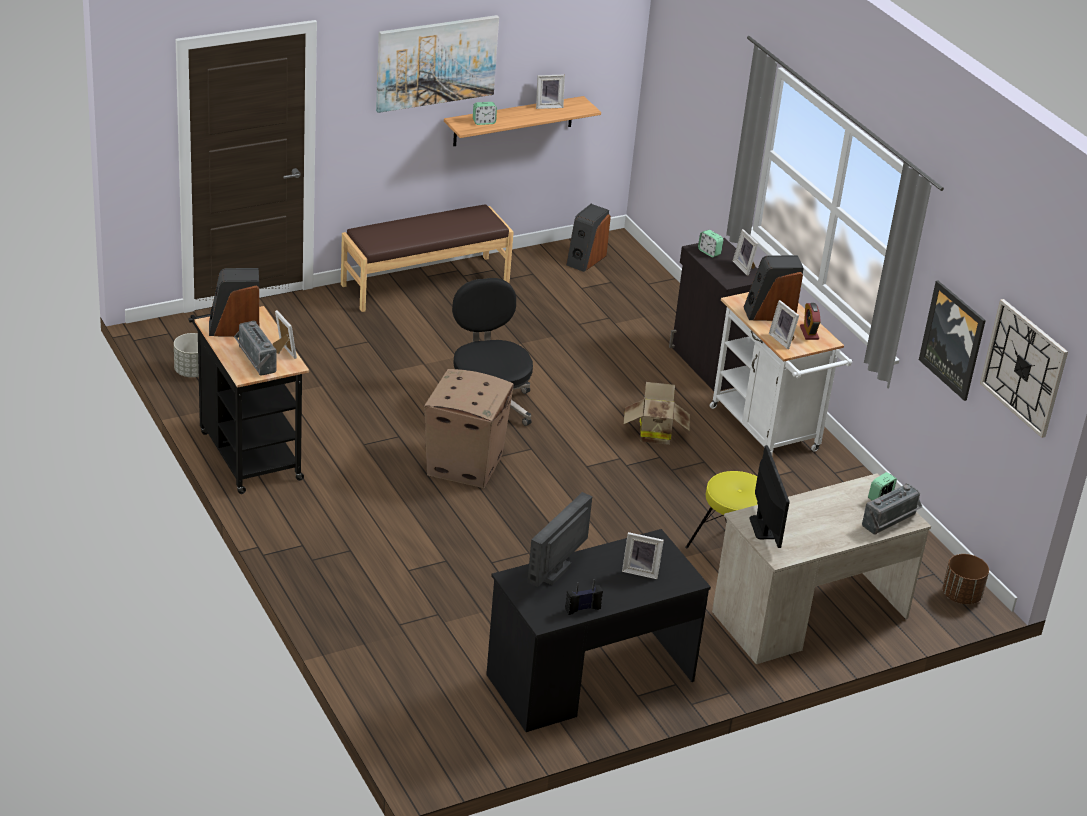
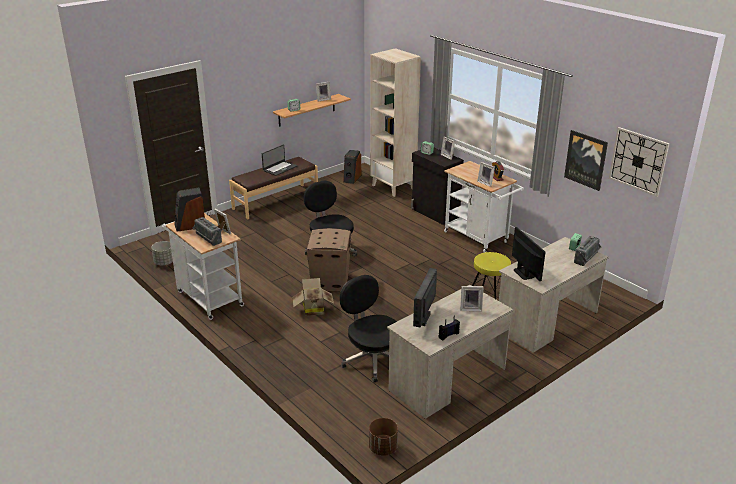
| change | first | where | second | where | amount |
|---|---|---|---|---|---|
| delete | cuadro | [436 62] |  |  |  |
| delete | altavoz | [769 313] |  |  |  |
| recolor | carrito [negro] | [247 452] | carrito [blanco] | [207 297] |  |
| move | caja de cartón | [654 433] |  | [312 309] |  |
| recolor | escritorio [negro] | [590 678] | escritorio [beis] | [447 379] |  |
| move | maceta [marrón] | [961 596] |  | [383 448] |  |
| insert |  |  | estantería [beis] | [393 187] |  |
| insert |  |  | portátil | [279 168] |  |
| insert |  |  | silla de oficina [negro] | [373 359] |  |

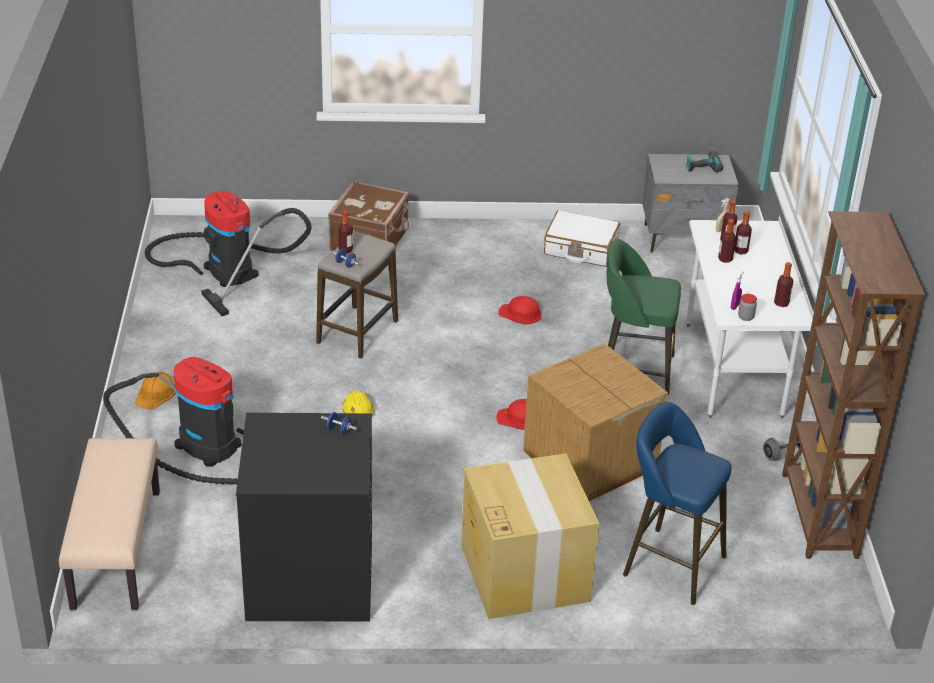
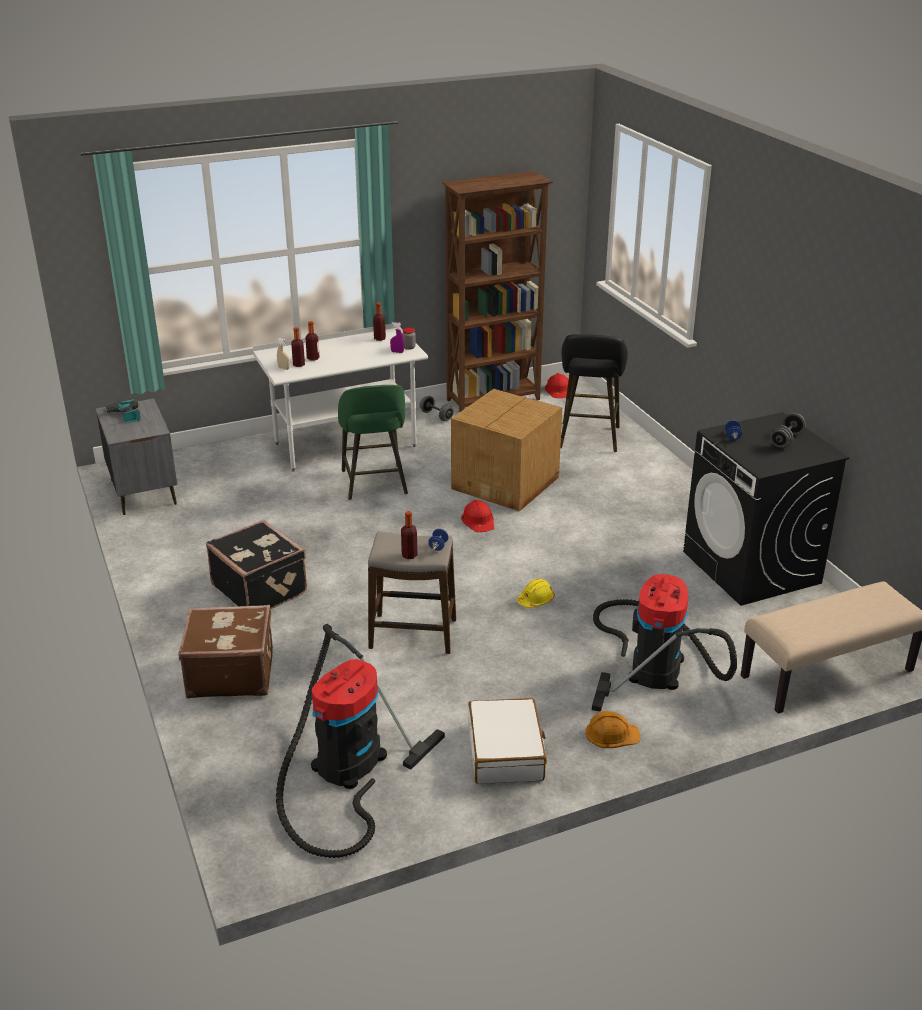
| change | first | where | second | where | amount |
|---|---|---|---|---|---|
| move | maleta [blanco] | [580 248] |  | [506 752] |  |
| delete | botella | [725 259] |  |  |  |
| move | casco [rojo] | [520 313] |  | [558 390] |  |
| recolor | taburete [azul] | [668 563] | taburete [negro] | [589 439] |  |
| delete | caja de cartón | [524 572] |  |  |  |
| insert |  |  | mancuerna [gris] | [786 440] |  |
| insert |  |  | maleta [negro] | [260 588] |  |

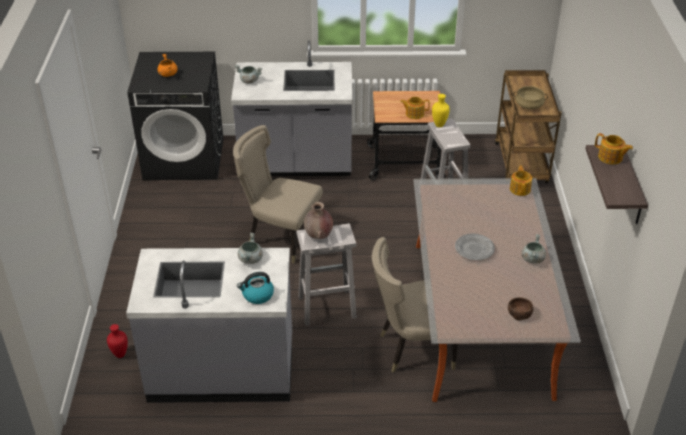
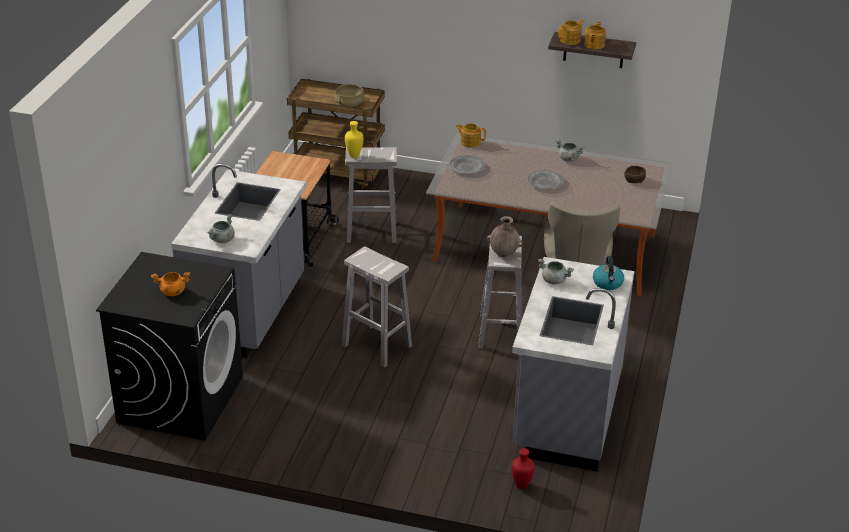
| change | first | where | second | where | amount |
|---|---|---|---|---|---|
| move | tetera | [414 114] |  | [594 45] |  |
| replace | silla [beis] | [280 237] | taburete [blanco] | [375 345] |  |
| insert |  |  | plato [gris] | [467 167] |  |

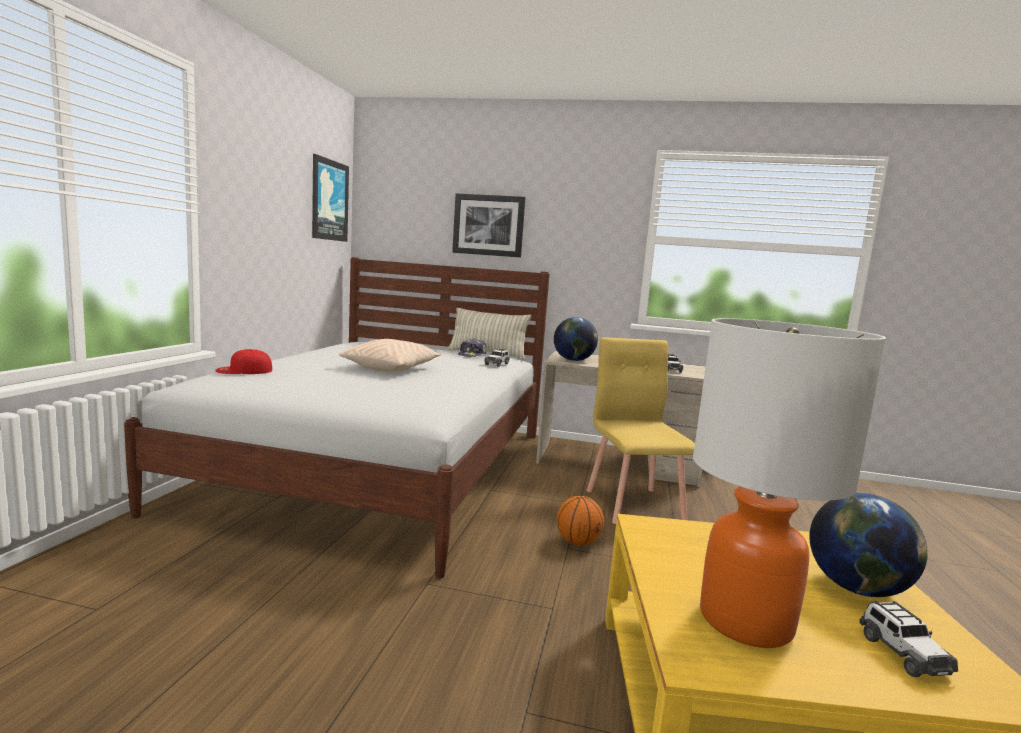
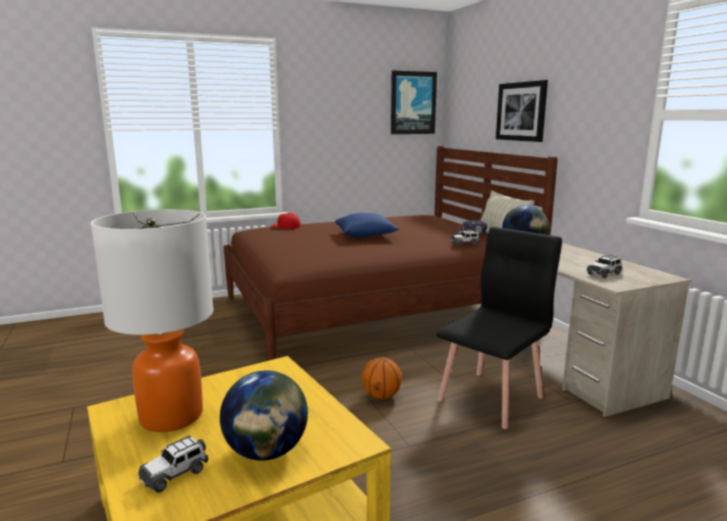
| change | first | where | second | where | amount |
|---|---|---|---|---|---|
| recolor | cama [blanco] | [381 467] | cama [marrón] | [373 310] |  |
| recolor | silla [amarillo] | [634 505] | silla [negro] | [492 398] |  |
| recolor | cojín [beis] | [391 368] | cojín [azul] | [366 235] |  |

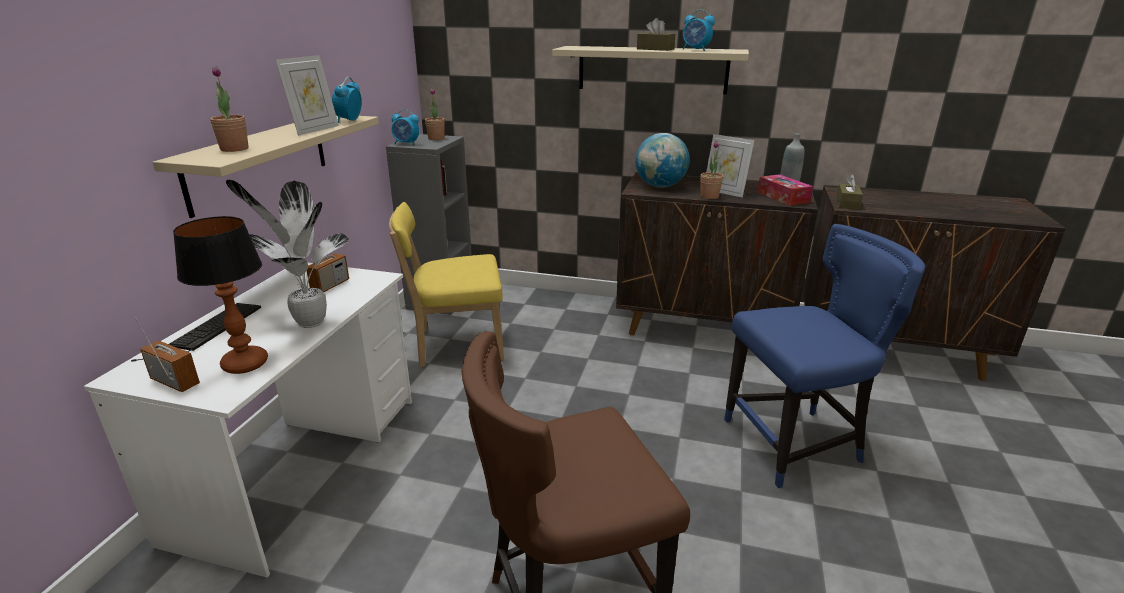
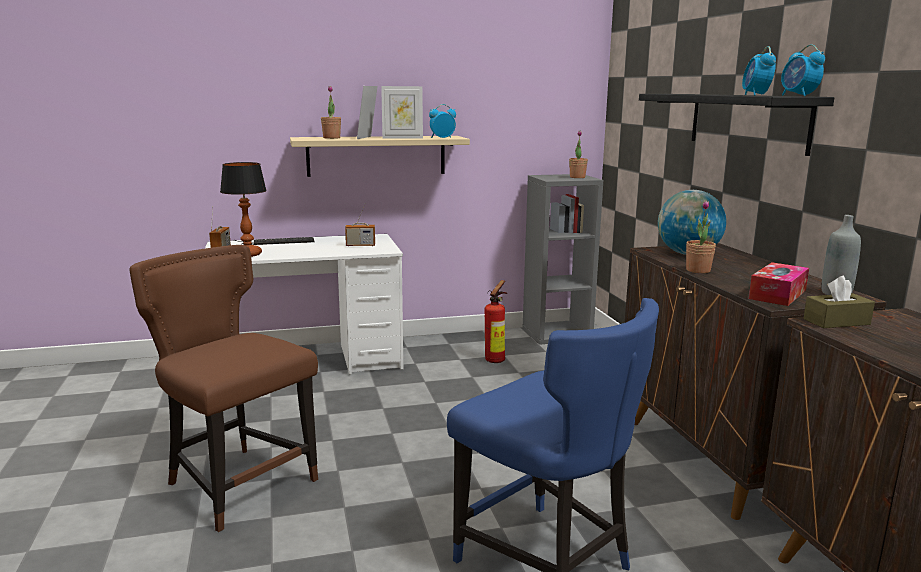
| change | first | where | second | where | amount |
|---|---|---|---|---|---|
| delete | caja de pañuelos [marrón] | [655 49] |  |  |  |
| recolor | estante [beis] | [652 69] | estante [negro] | [747 121] |  |
| move | despertador | [406 144] |  | [798 96] |  |
| move | portarretratos | [724 192] |  | [368 138] |  |
| delete | planta en maceta | [308 323] |  |  |  |
| replace | silla [amarillo] | [455 345] | extintor | [496 359] |  |

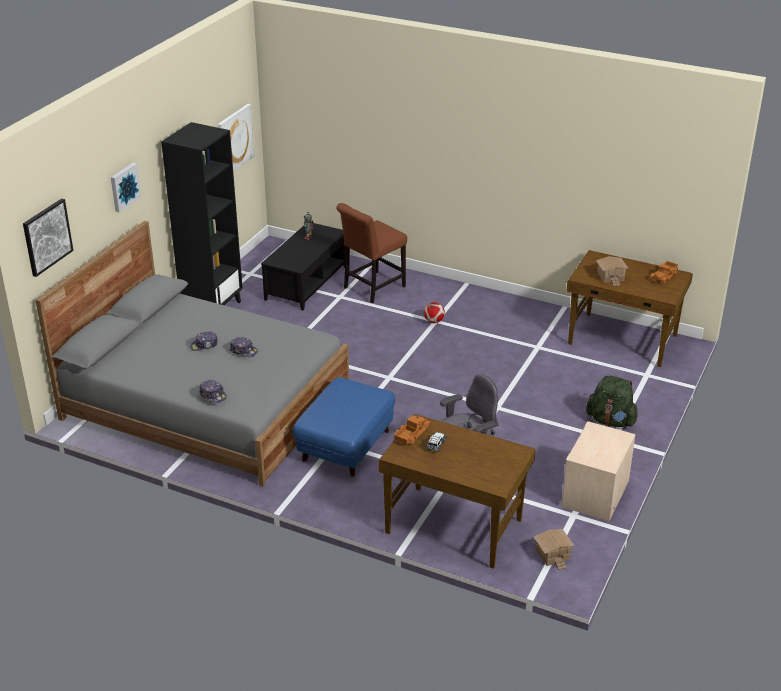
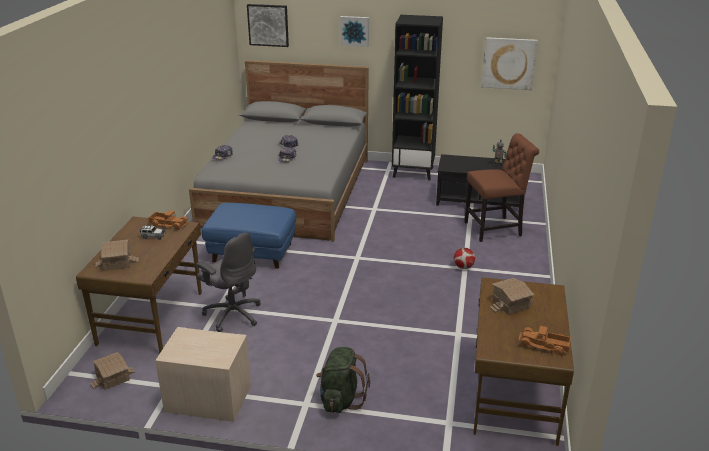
| change | first | where | second | where | amount |
|---|---|---|---|---|---|
| rotate | silla [marrón] | [371 288] |  | [496 229] | 135 degrees clockwise |
| insert |  |  | casita | [117 262] |  |

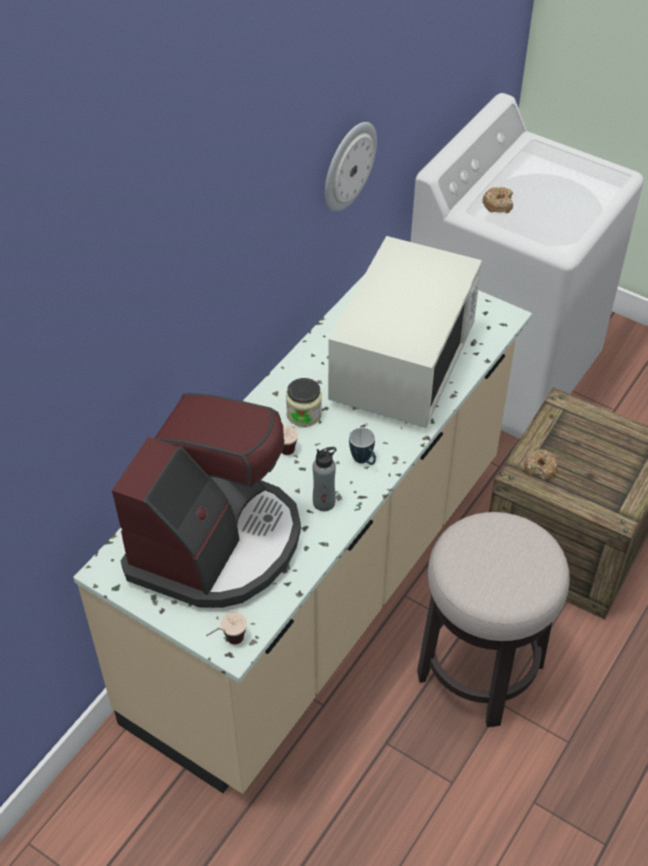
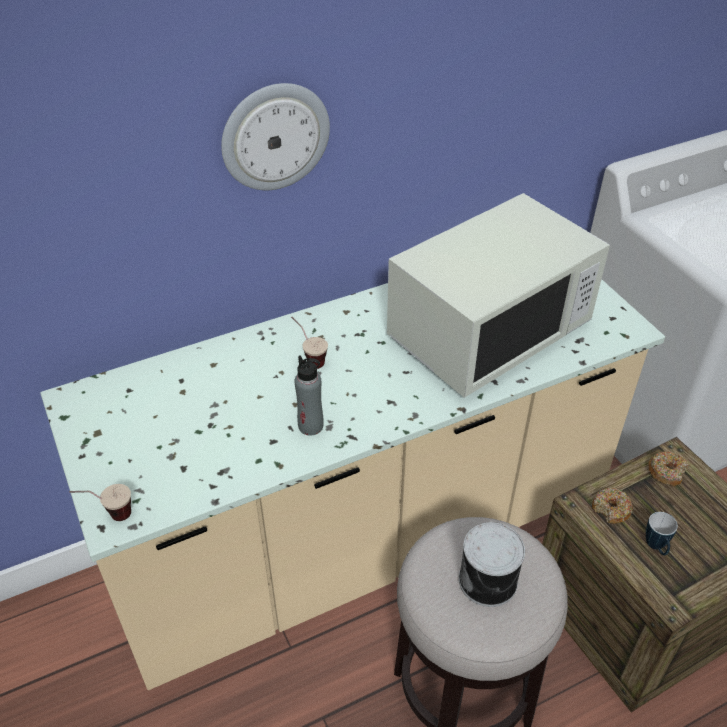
| change | first | where | second | where | amount |
|---|---|---|---|---|---|
| move | reloj de pared | [348 166] |  | [275 136] |  |
| move | rosquilla | [498 204] |  | [666 472] |  |
| delete | tarro | [304 414] |  |  |  |
| delete | cafetera | [216 542] |  |  |  |
| move | taza grande | [364 461] |  | [656 548] |  |
| insert |  |  | lata | [489 580] |  |

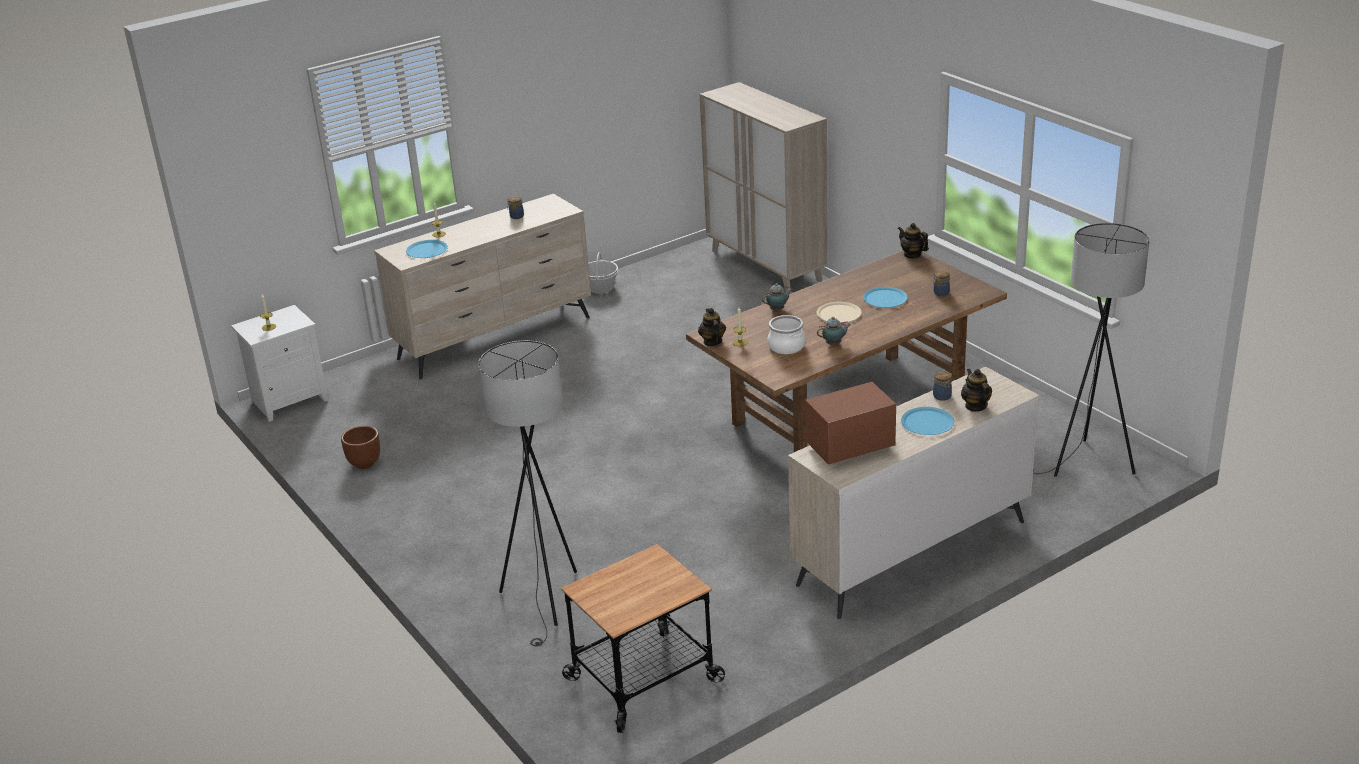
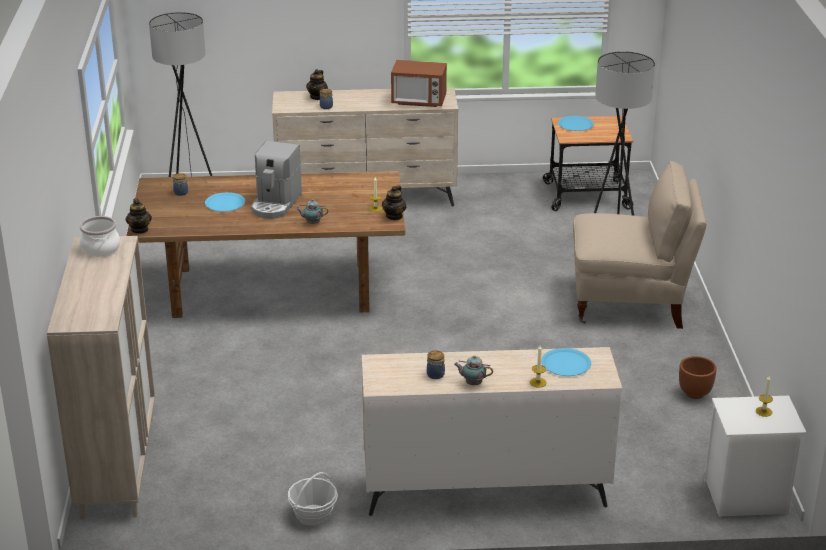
| change | first | where | second | where | amount |
|---|---|---|---|---|---|
| replace | plato [beis] | [838 314] | cafetera | [275 204] |  |
| move | olla | [786 346] |  | [101 248] |  |
| move | tetera | [834 344] |  | [472 383] |  |
| move | plato [azul] | [927 422] |  | [575 124] |  |
| insert |  |  | silla [beis] | [630 303] |  |

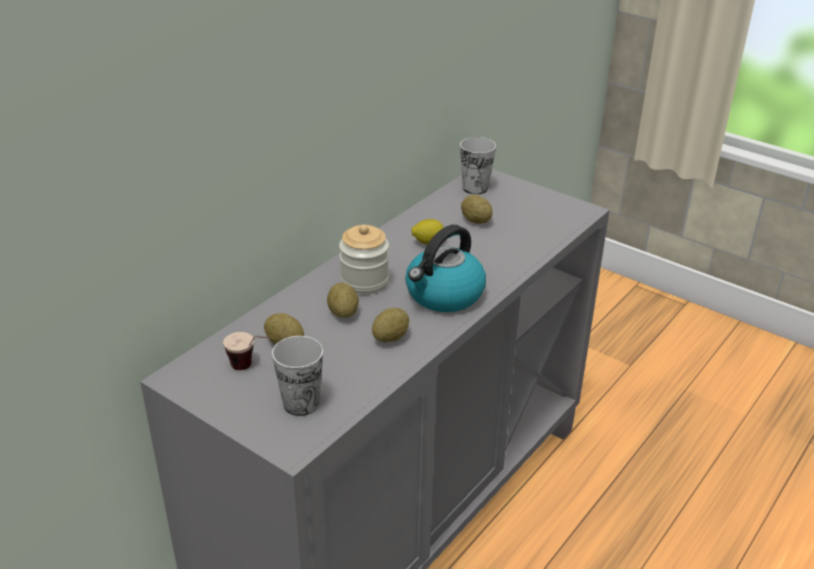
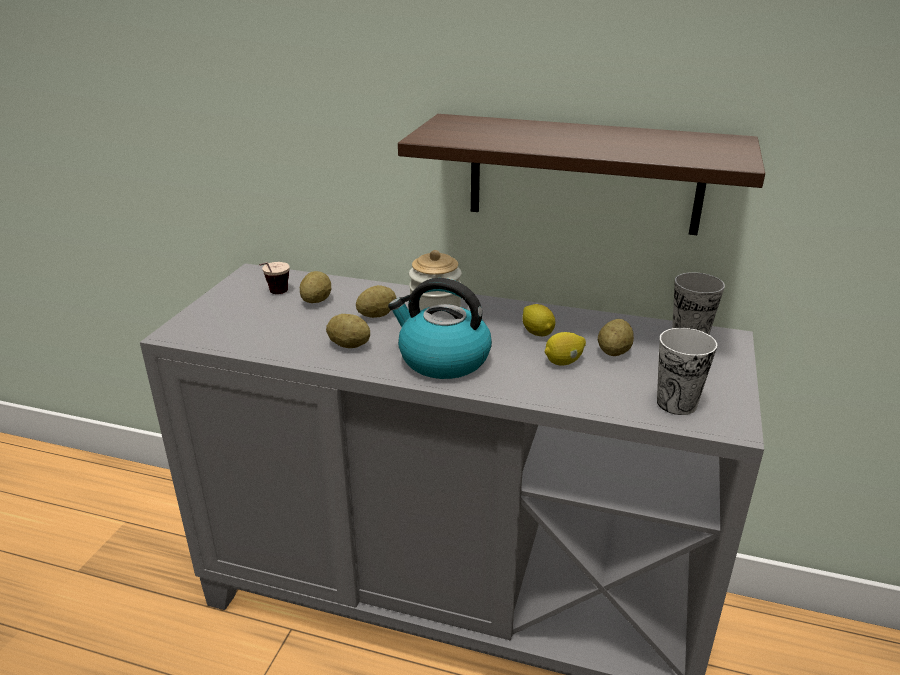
| change | first | where | second | where | amount |
|---|---|---|---|---|---|
| move | taza | [301 403] |  | [676 403] |  |
| insert |  |  | estante | [584 174] |  |
| insert |  |  | limón | [563 362] |  |

